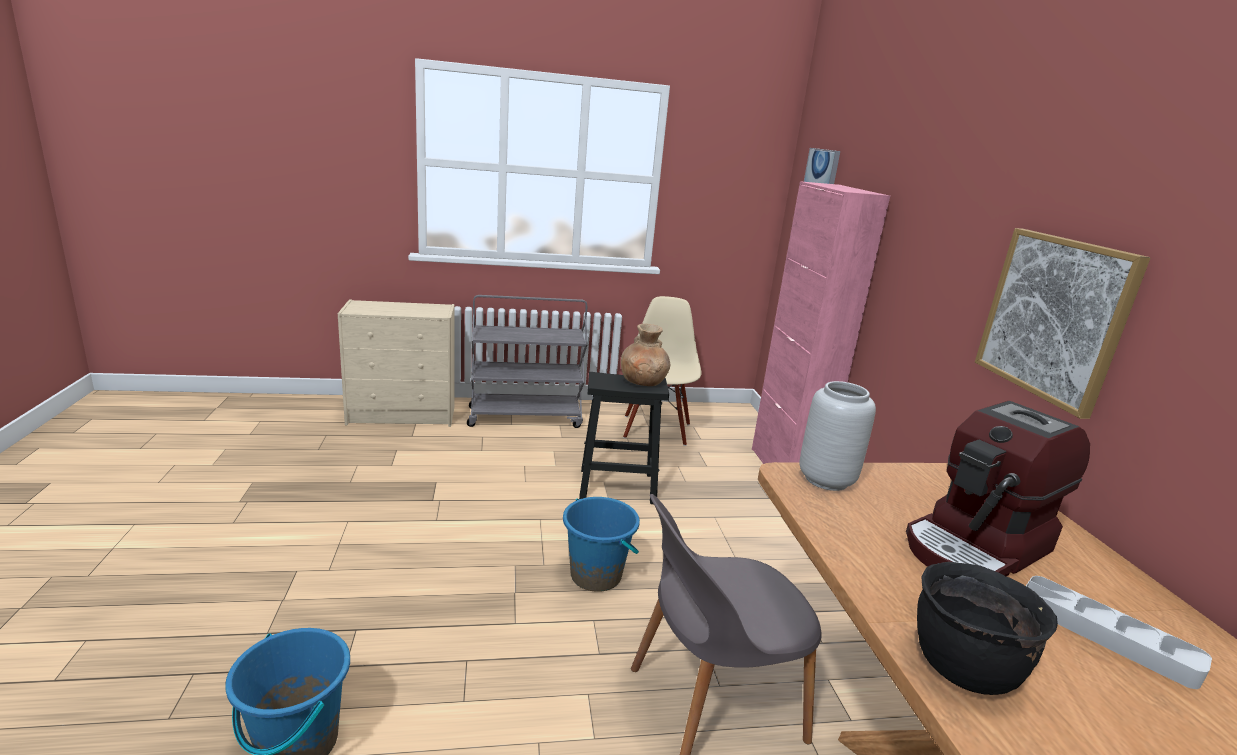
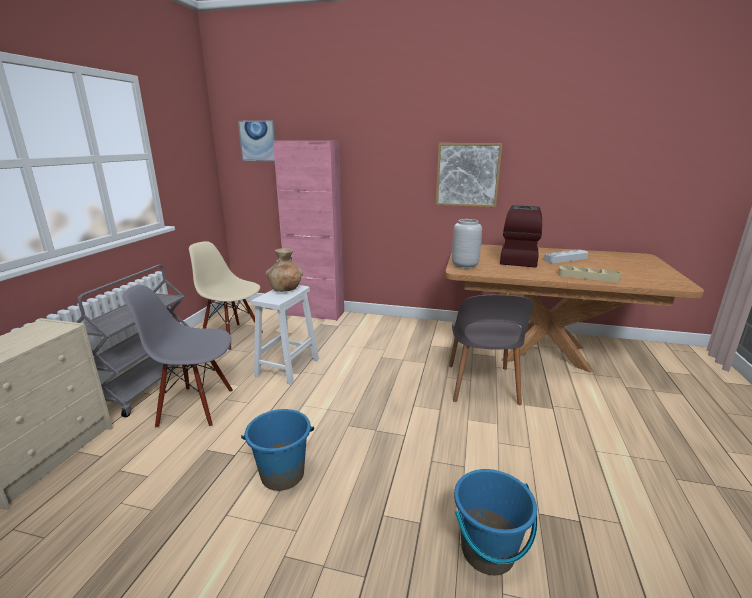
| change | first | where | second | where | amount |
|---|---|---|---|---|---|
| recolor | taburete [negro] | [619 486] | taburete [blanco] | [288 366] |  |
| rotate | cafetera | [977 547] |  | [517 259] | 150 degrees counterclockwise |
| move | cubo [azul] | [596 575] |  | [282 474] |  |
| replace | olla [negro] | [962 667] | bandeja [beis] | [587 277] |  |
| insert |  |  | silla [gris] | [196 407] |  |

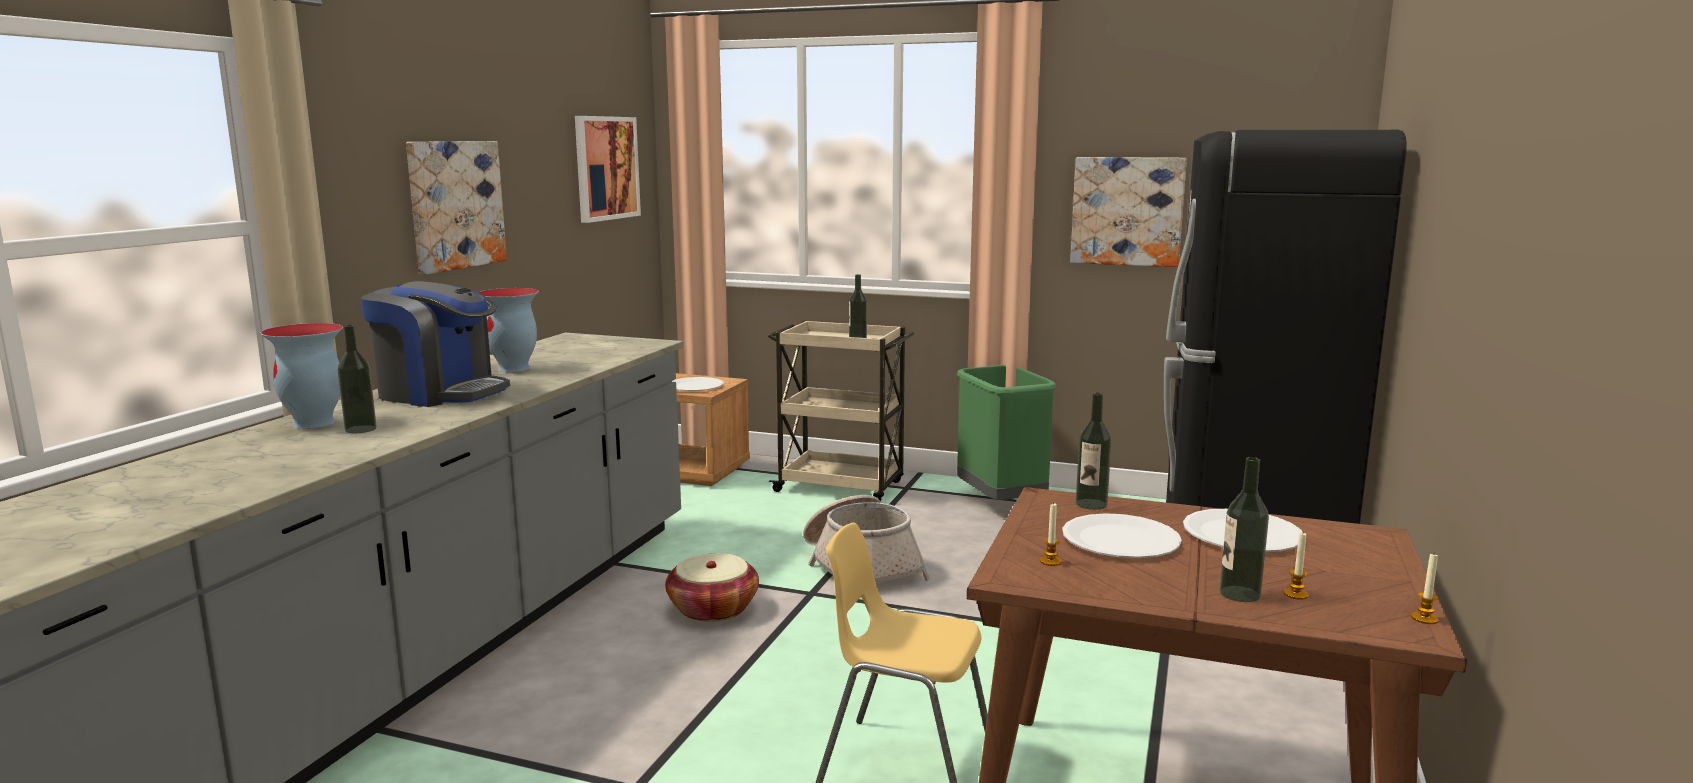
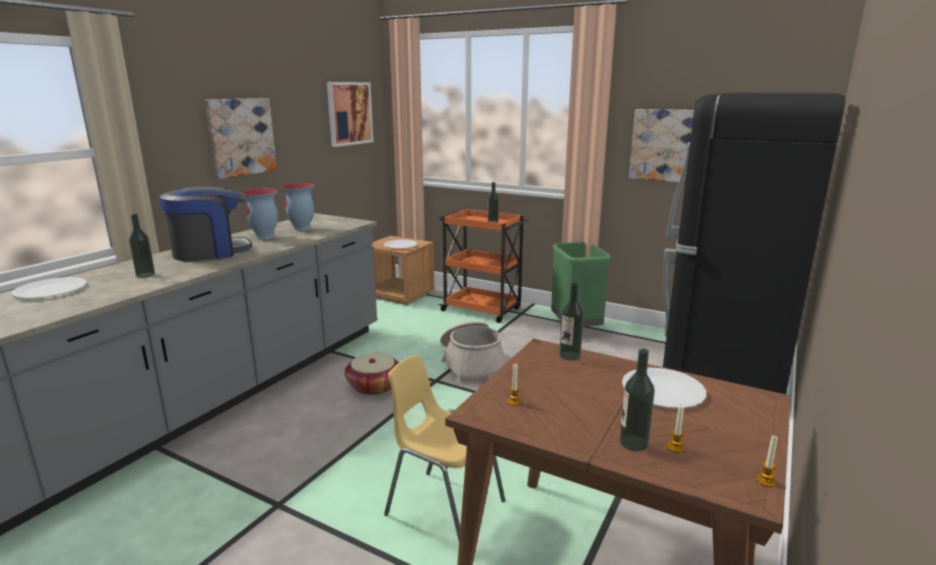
| change | first | where | second | where | amount |
|---|---|---|---|---|---|
| rotate | cafetera | [440 393] |  | [210 252] | 60 degrees counterclockwise |
| recolor | carrito [beis] | [842 487] | carrito [naranja] | [482 310] |  |
| move | florero | [314 423] |  | [302 229] |  |
| move | plato [blanco] | [1120 540] |  | [51 290] |  |

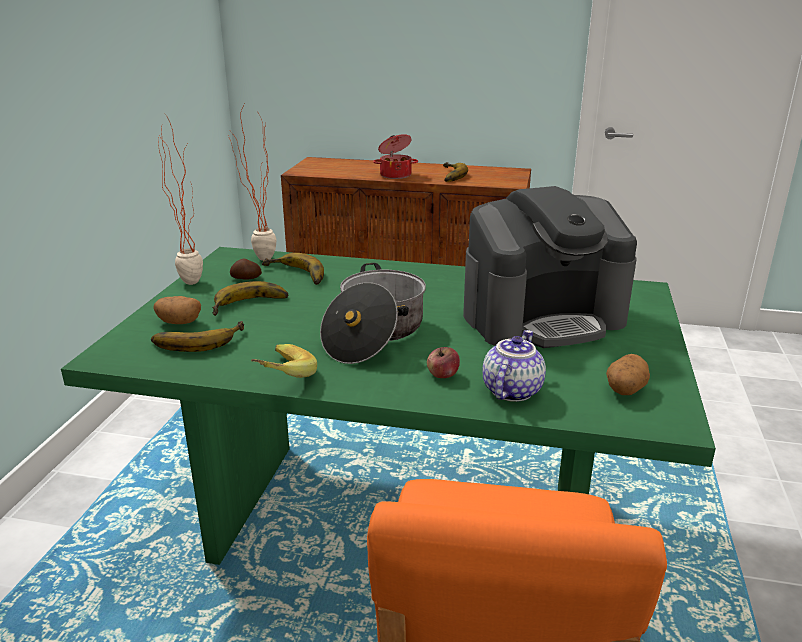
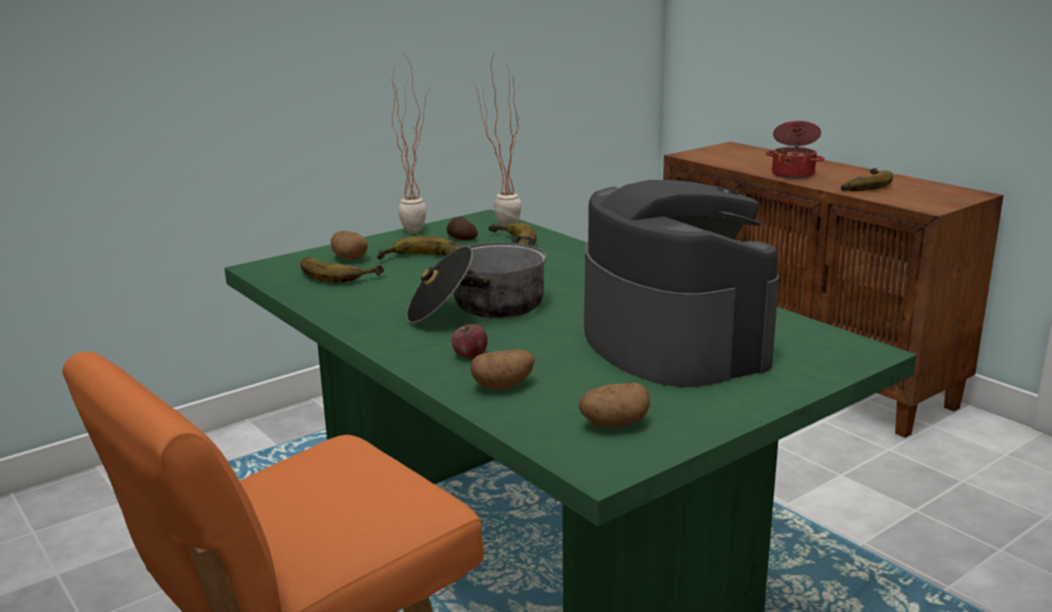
| change | first | where | second | where | amount |
|---|---|---|---|---|---|
| rotate | cafetera | [543 317] |  | [672 342] | 135 degrees counterclockwise |
| replace | tetera | [510 390] | patata | [503 386] |  |
| delete | plátano | [280 377] |  |  |  |

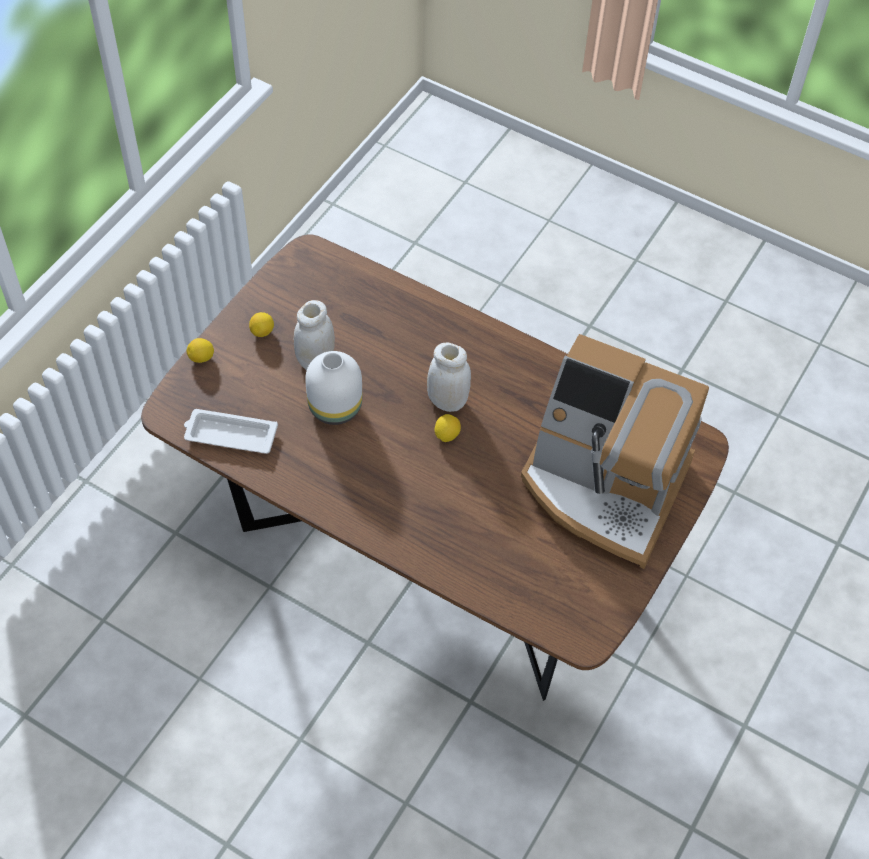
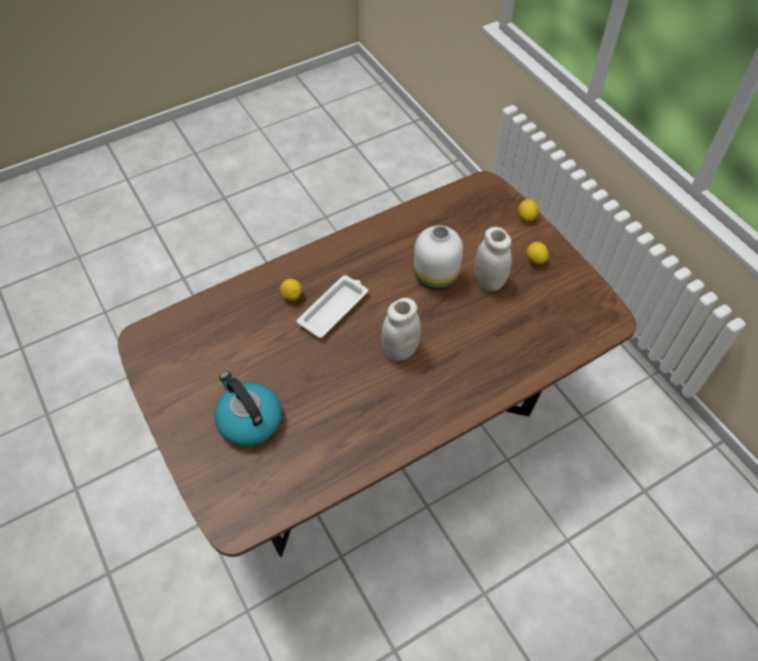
| change | first | where | second | where | amount |
|---|---|---|---|---|---|
| replace | cafetera | [603 486] | hervidor | [249 420] |  |
| move | bandeja [blanco] | [229 435] |  | [334 308] |  |
| move | limón | [447 435] |  | [291 296] |  |

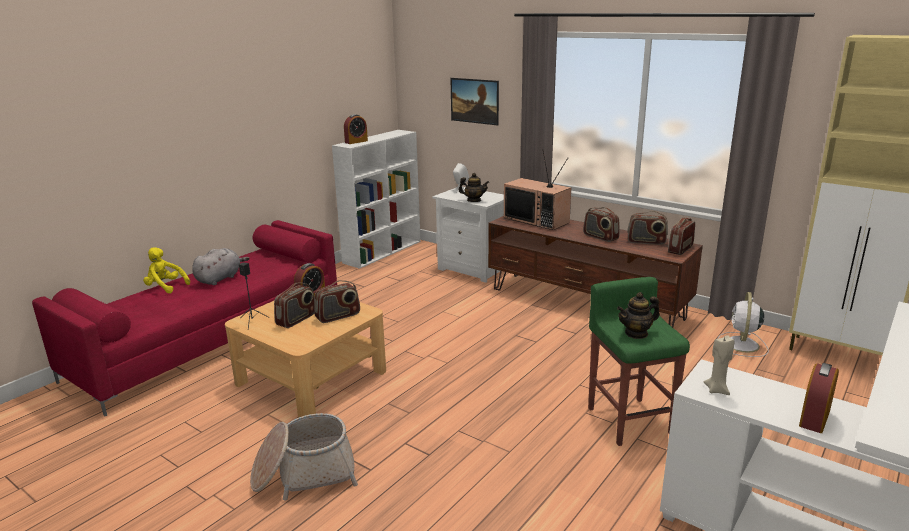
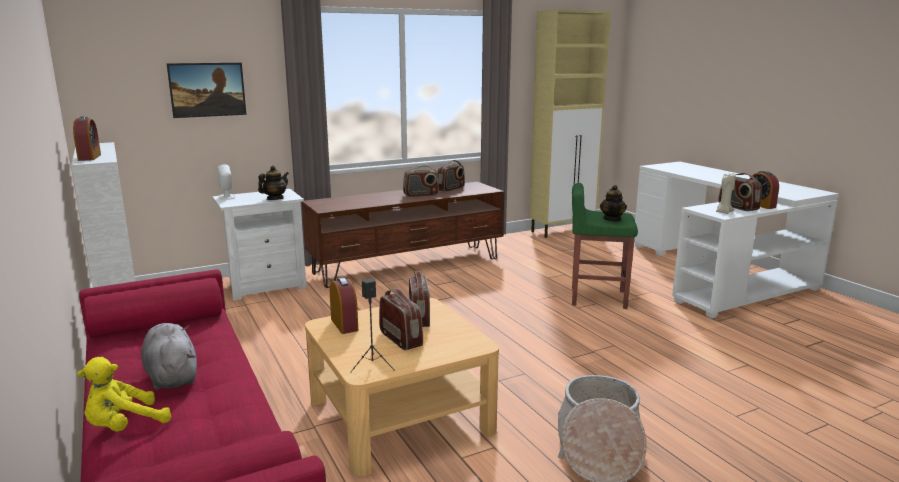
| change | first | where | second | where | amount |
|---|---|---|---|---|---|
| delete | televisor | [537 220] |  |  |  |
| move | radio | [680 249] |  | [738 207] |  |
| delete | ventilador [blanco] | [741 345] |  |  |  |

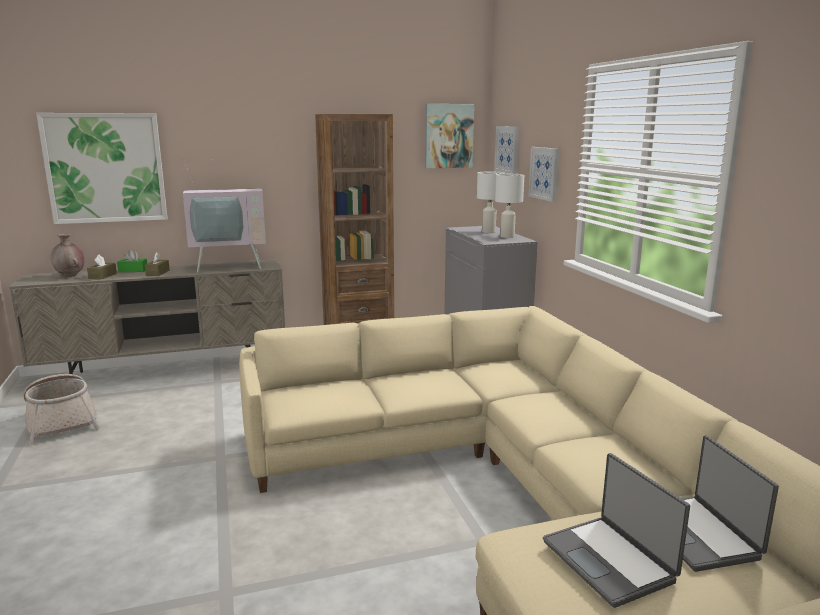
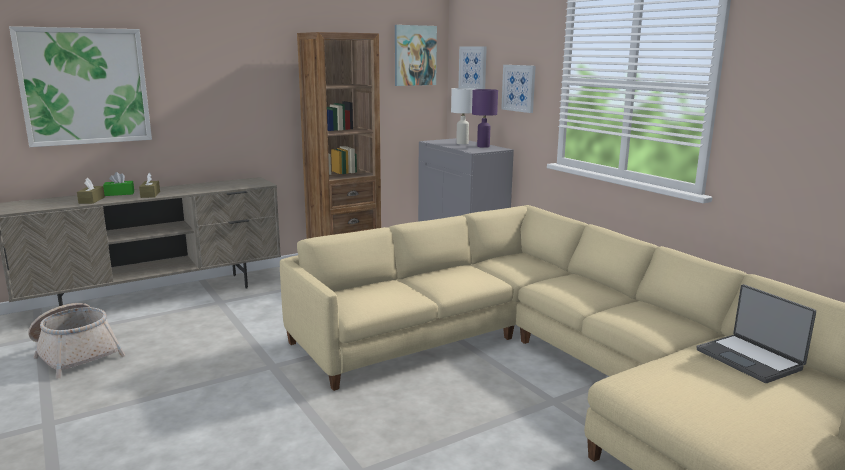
| change | first | where | second | where | amount |
|---|---|---|---|---|---|
| delete | televisor | [229 266] |  |  |  |
| recolor | lámpara de mesa [blanco] | [507 236] | lámpara de mesa [morado] | [483 146] |  |
| delete | florero [marrón] | [70 276] |  |  |  |
| delete | portátil | [610 560] |  |  |  |

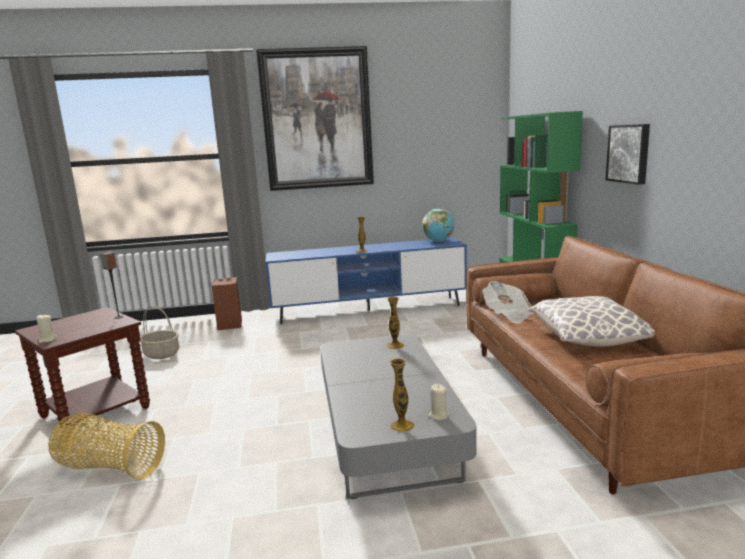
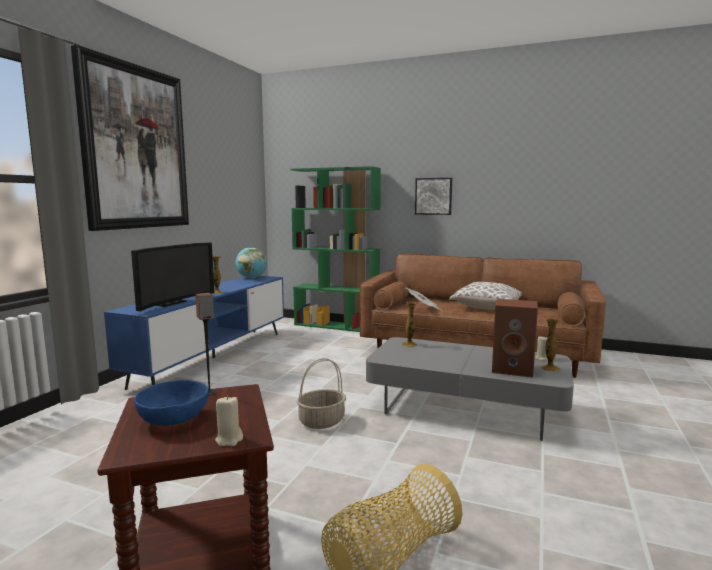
| change | first | where | second | where | amount |
|---|---|---|---|---|---|
| move | altavoz [marrón] | [230 325] |  | [513 369] |  |
| move | cesta | [162 354] |  | [322 421] |  |
| insert |  |  | televisor | [169 303] |  |
| insert |  |  | cuenco [azul] | [174 419] |  |

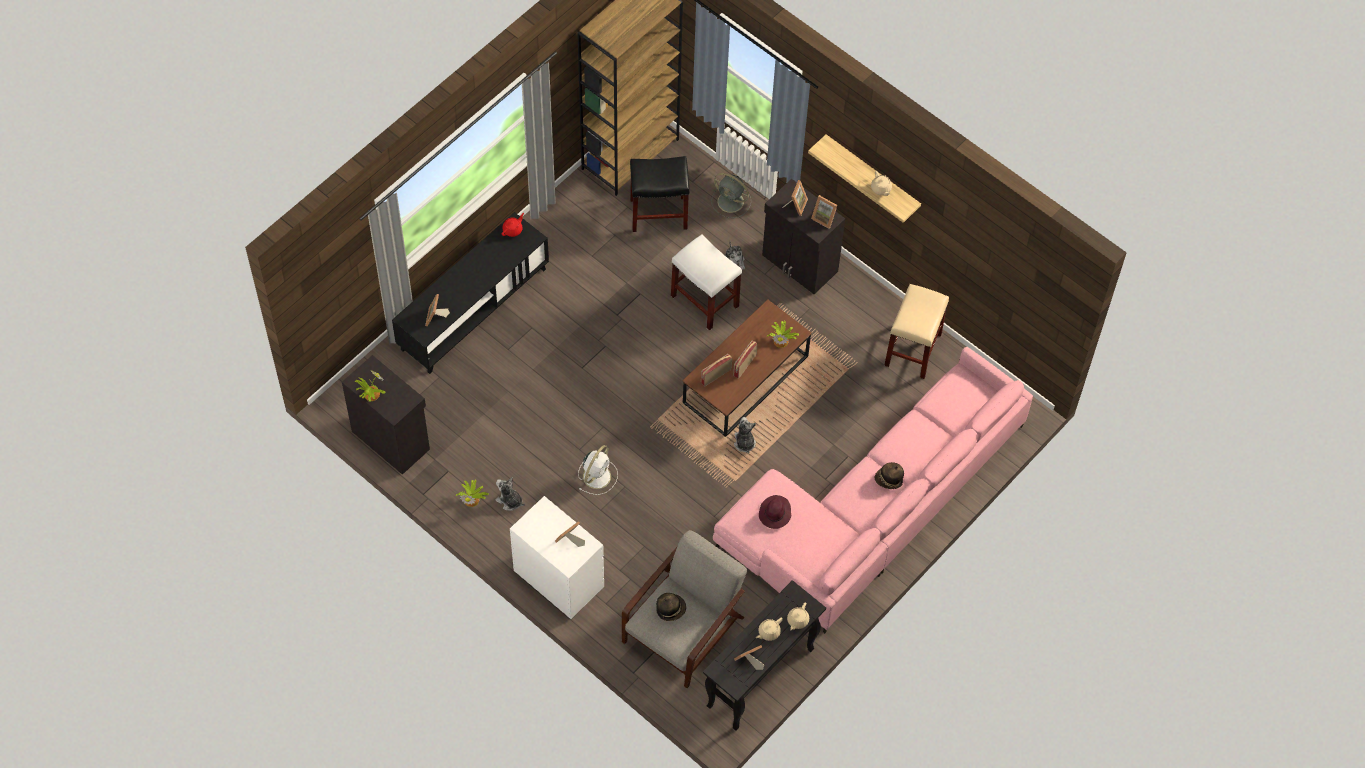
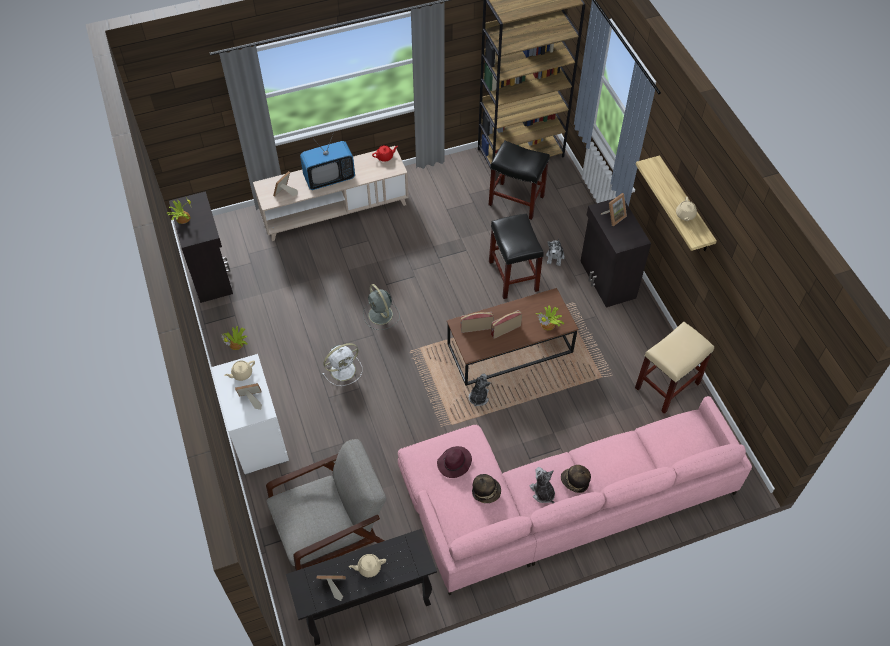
| change | first | where | second | where | amount |
|---|---|---|---|---|---|
| move | ventilador [gris] | [731 202] |  | [381 315] |  |
| delete | portarretratos | [824 218] |  |  |  |
| recolor | mueble de televisión [negro] | [473 309] | mueble de televisión [beis] | [335 210] |  |
| recolor | taburete [blanco] | [704 301] | taburete [negro] | [512 275] |  |
| move | peluche | [509 501] |  | [542 492] |  |
| move | sombrero | [670 609] |  | [486 491] |  |
| move | tetera [beis] | [797 620] |  | [241 374] |  |
| insert |  |  | televisor | [329 178] |  |

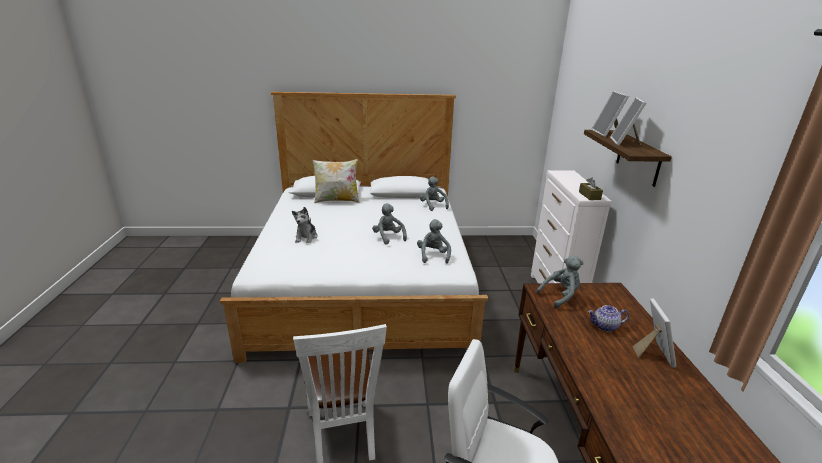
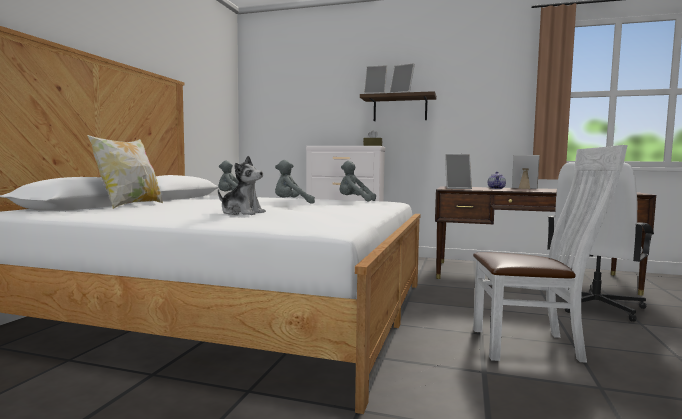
| change | first | where | second | where | amount |
|---|---|---|---|---|---|
| replace | peluche [gris] | [560 296] | portarretratos | [457 188] |  |

